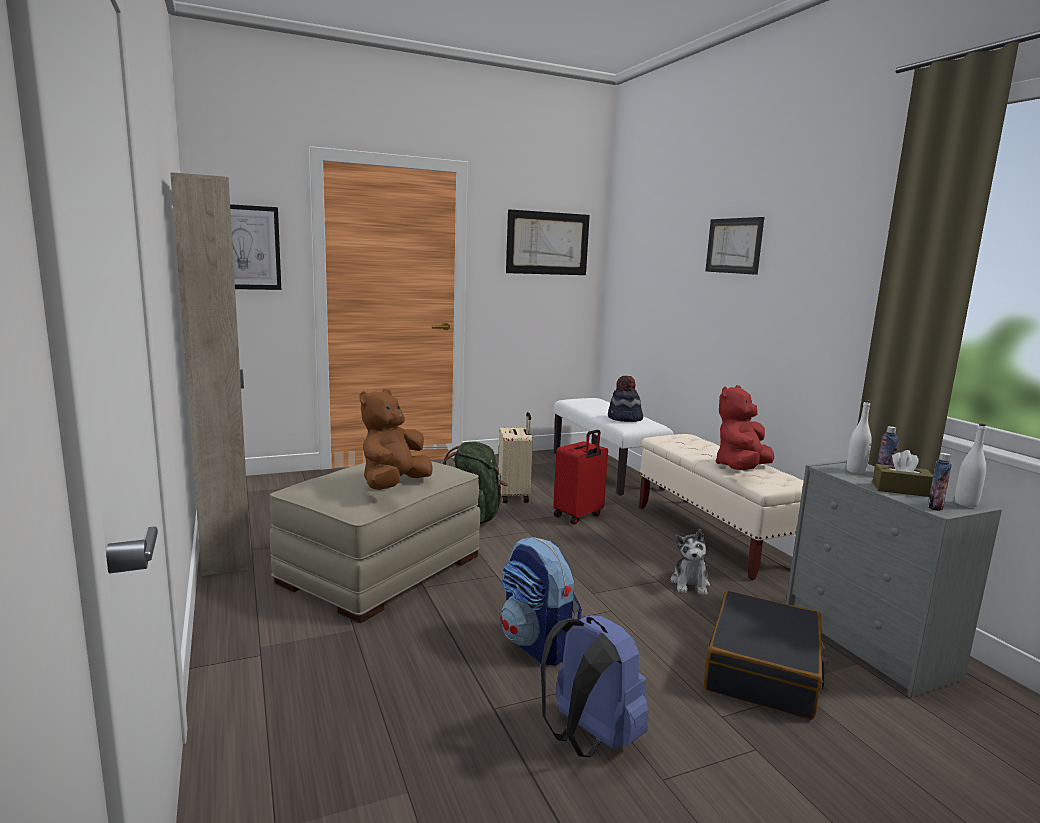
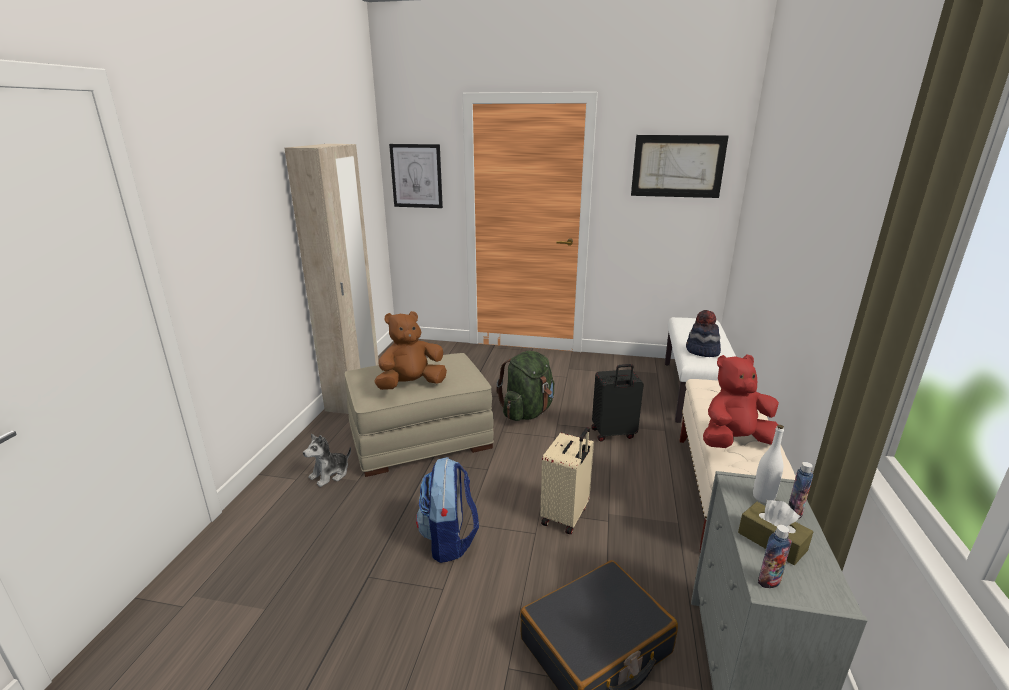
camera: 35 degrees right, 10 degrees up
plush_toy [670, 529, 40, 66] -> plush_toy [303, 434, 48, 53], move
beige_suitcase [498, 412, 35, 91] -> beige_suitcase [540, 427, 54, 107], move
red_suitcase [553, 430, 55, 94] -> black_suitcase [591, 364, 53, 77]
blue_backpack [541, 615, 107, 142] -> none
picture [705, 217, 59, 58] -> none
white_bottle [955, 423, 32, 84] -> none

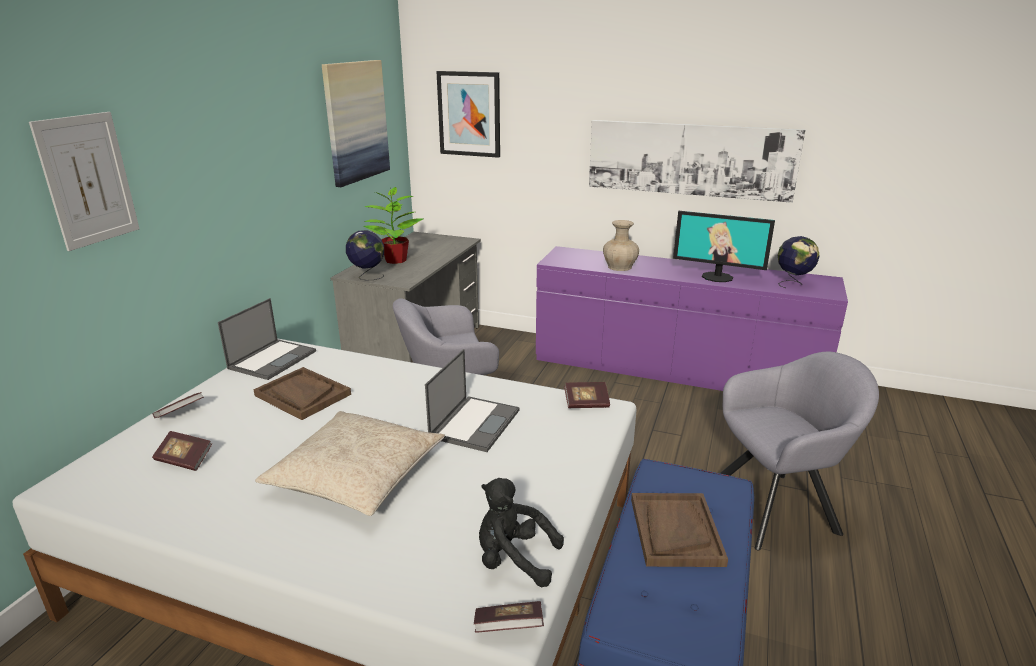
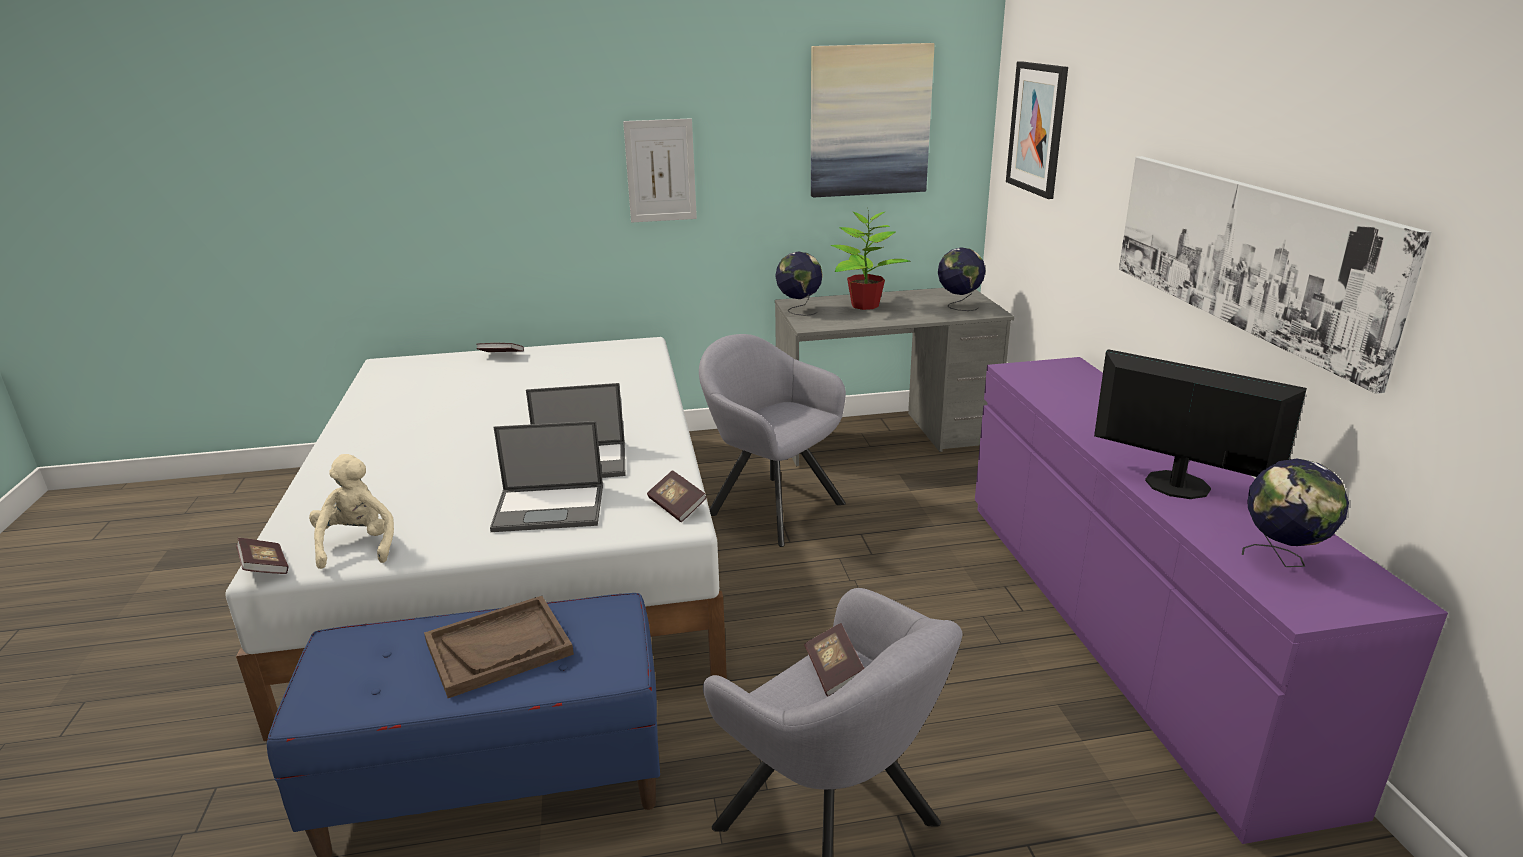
camera: 60 degrees right, 0 degrees up
black_plush_toy [479, 478, 85, 109] -> beige_plush_toy [309, 454, 85, 115]
laptop [218, 298, 98, 82] -> laptop [490, 421, 113, 111], move
picture [29, 112, 111, 139] -> picture [623, 118, 74, 105], move
book [152, 431, 60, 40] -> book [804, 623, 60, 74], move
none -> globe [938, 247, 48, 64]
monitor [673, 211, 102, 71] -> monitor [1094, 349, 213, 150], 135 degrees clockwise
brown_tray [253, 367, 98, 53] -> none
beige_pillow [255, 411, 190, 105] -> none
beige_vase [603, 220, 36, 51] -> none

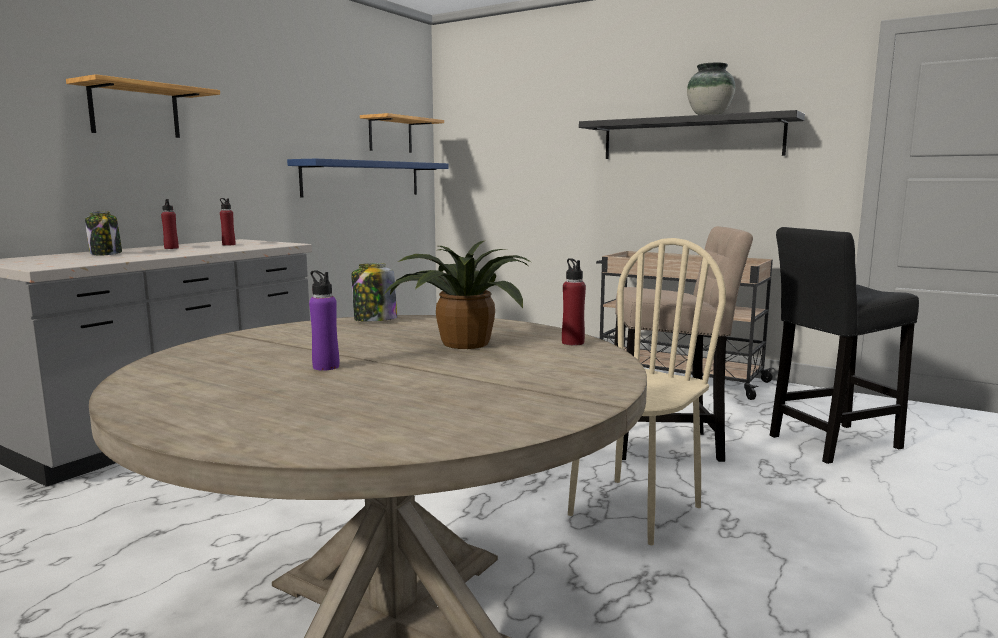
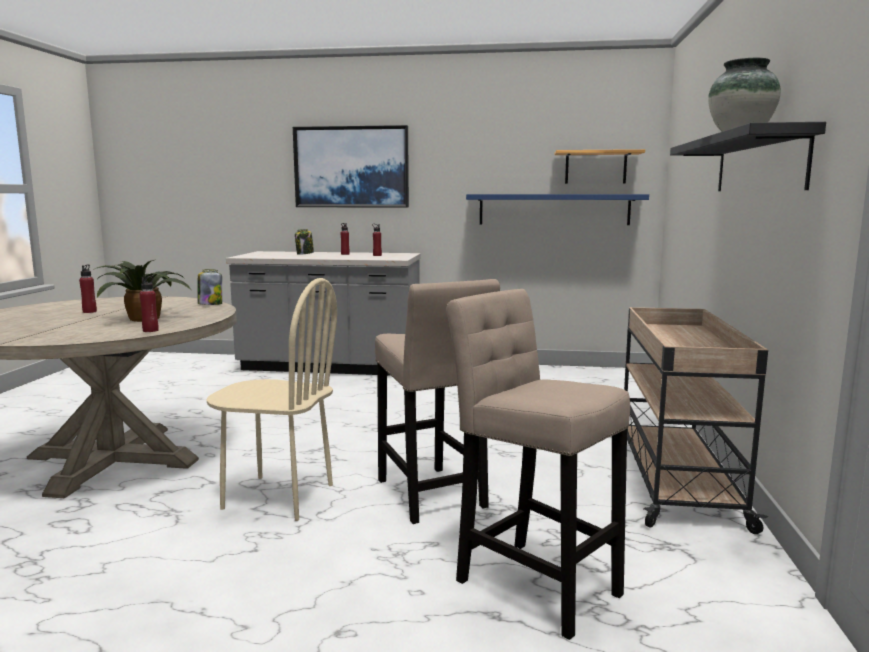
camera: 65 degrees right, 0 degrees up
purple_bottle [309, 270, 30, 101] -> red_bottle [79, 264, 18, 49]
shelf [66, 74, 154, 64] -> picture [293, 125, 116, 83]
black_stool [770, 227, 149, 237] -> beige_stool [446, 289, 184, 351]

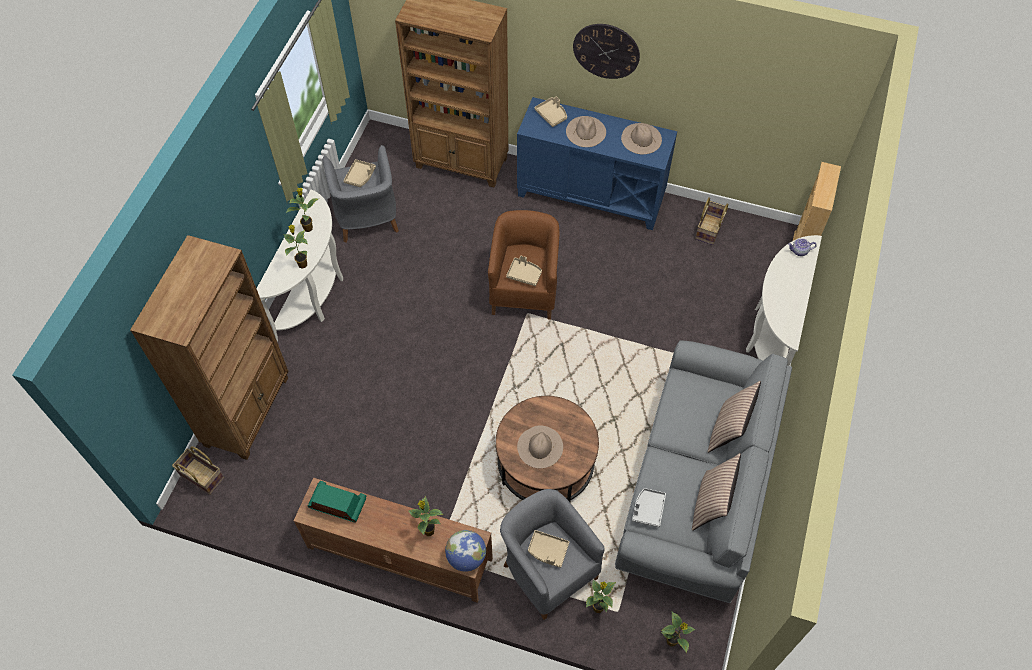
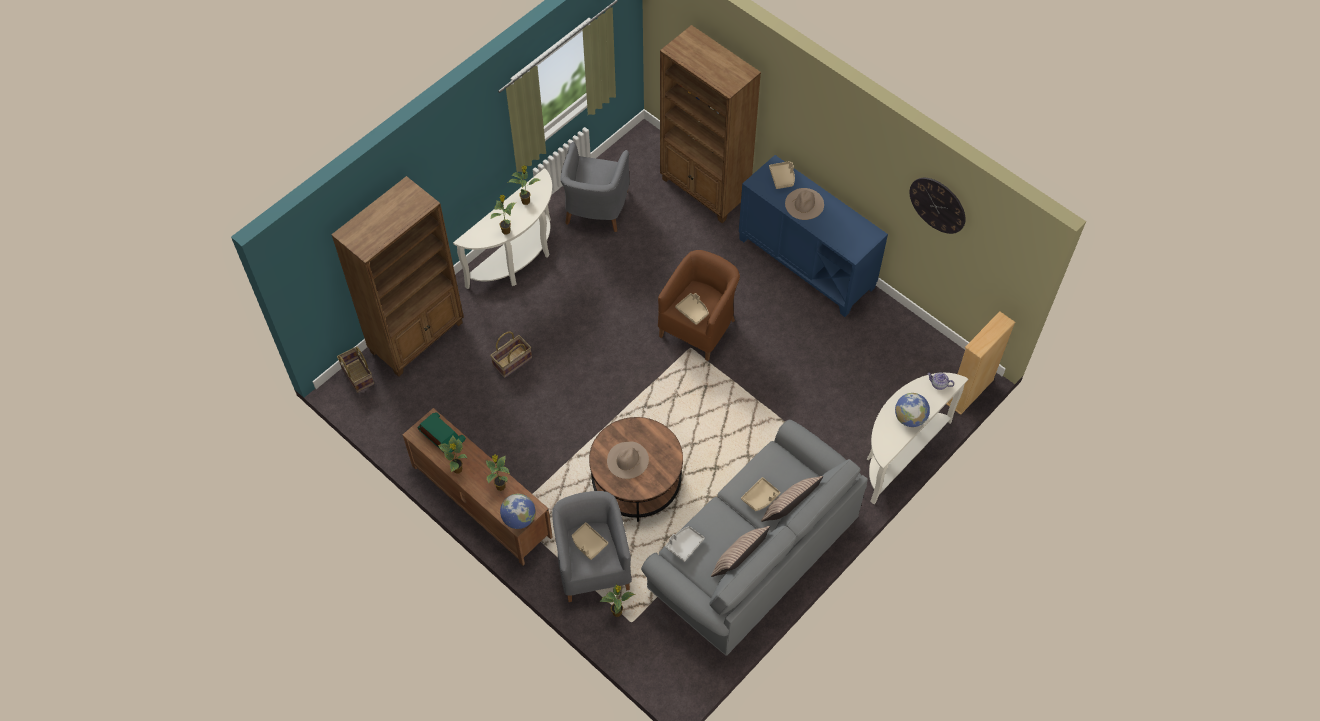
camera: 25 degrees right, 0 degrees up
potted_plant [661, 612, 35, 41] -> potted_plant [438, 436, 29, 38], move
basket [695, 197, 33, 48] -> basket [490, 332, 42, 46], move
beige_tray [344, 159, 32, 28] -> beige_tray [741, 477, 39, 34], move
none -> globe [895, 393, 35, 34]
wall_clock [573, 24, 67, 55] -> wall_clock [909, 178, 57, 56], move
beige_hat [621, 123, 41, 31] -> none

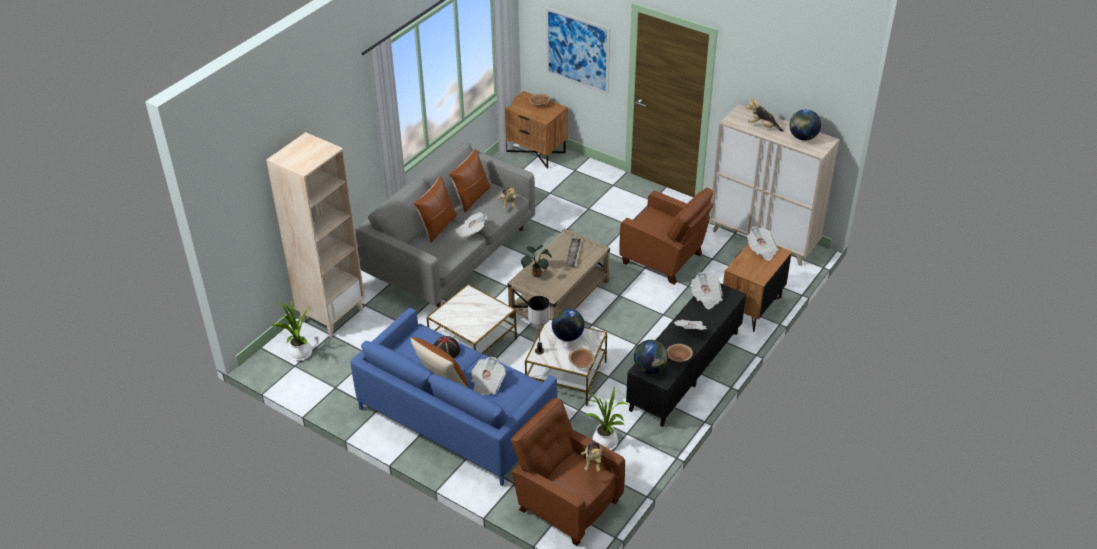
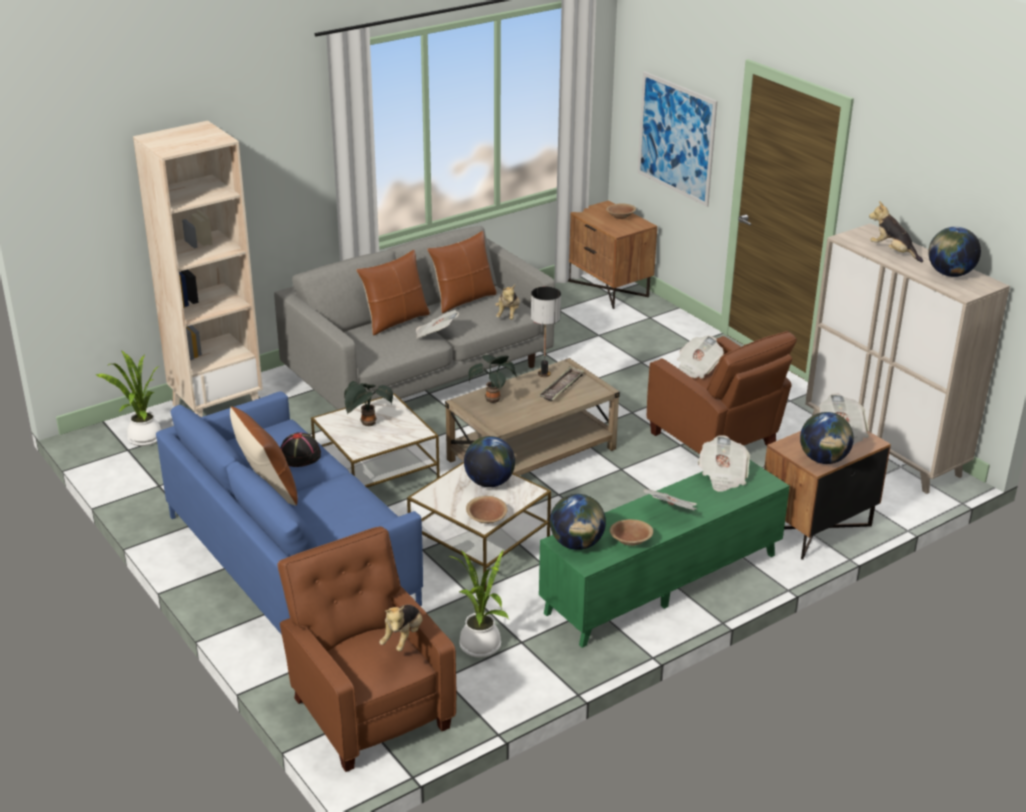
camera: 20 degrees right, 10 degrees down
none -> potted_plant [344, 381, 49, 45]
table_lamp [528, 296, 22, 59] -> table_lamp [531, 286, 30, 91], move
black_tv_stand [626, 283, 120, 144] -> green_tv_stand [539, 459, 251, 189]
newspaper [471, 357, 34, 38] -> newspaper [677, 336, 47, 43], move
none -> globe [800, 412, 54, 52]

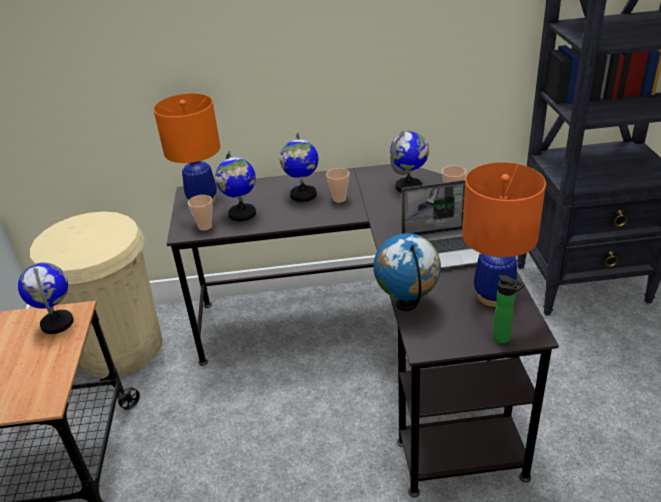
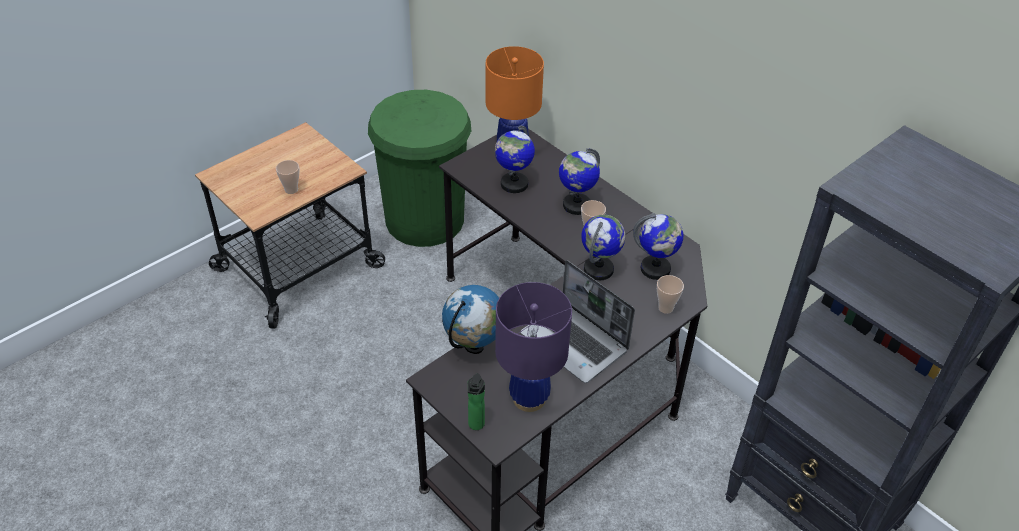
camera: 50 degrees right, 10 degrees up
cup [188, 195, 24, 36] -> cup [276, 160, 24, 34], move
beige_trash_can [30, 211, 133, 167] -> green_trash_can [368, 90, 103, 157]
orange_table_lamp [462, 162, 84, 145] -> purple_table_lamp [495, 282, 77, 130]
globe [18, 262, 56, 72] -> globe [582, 215, 43, 65], move

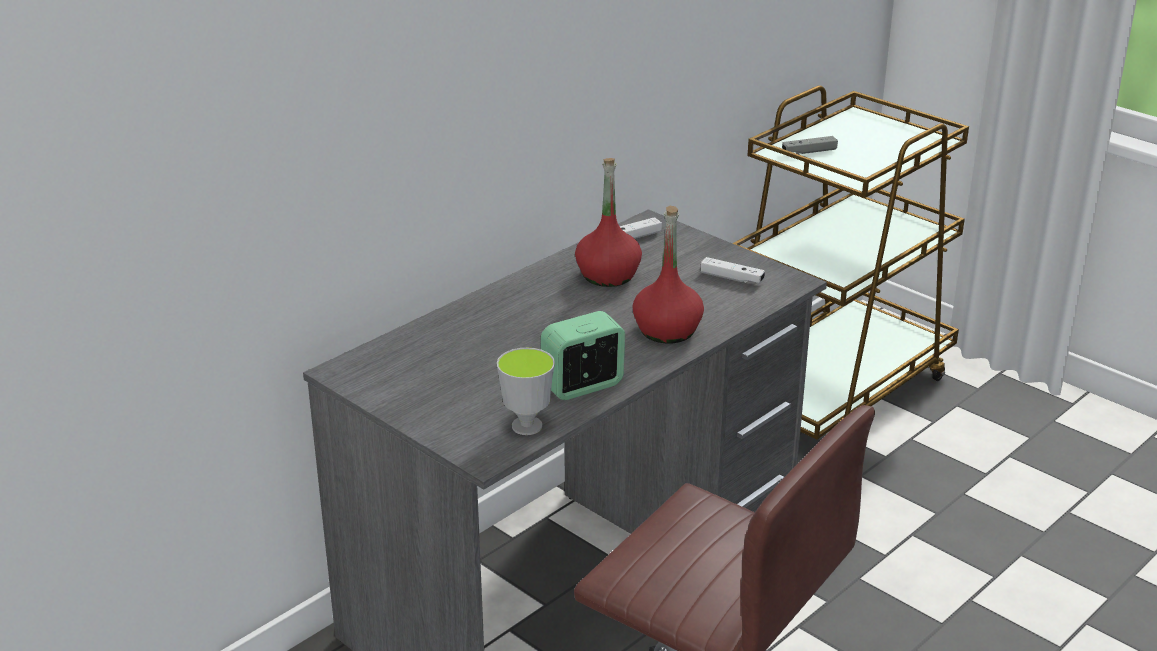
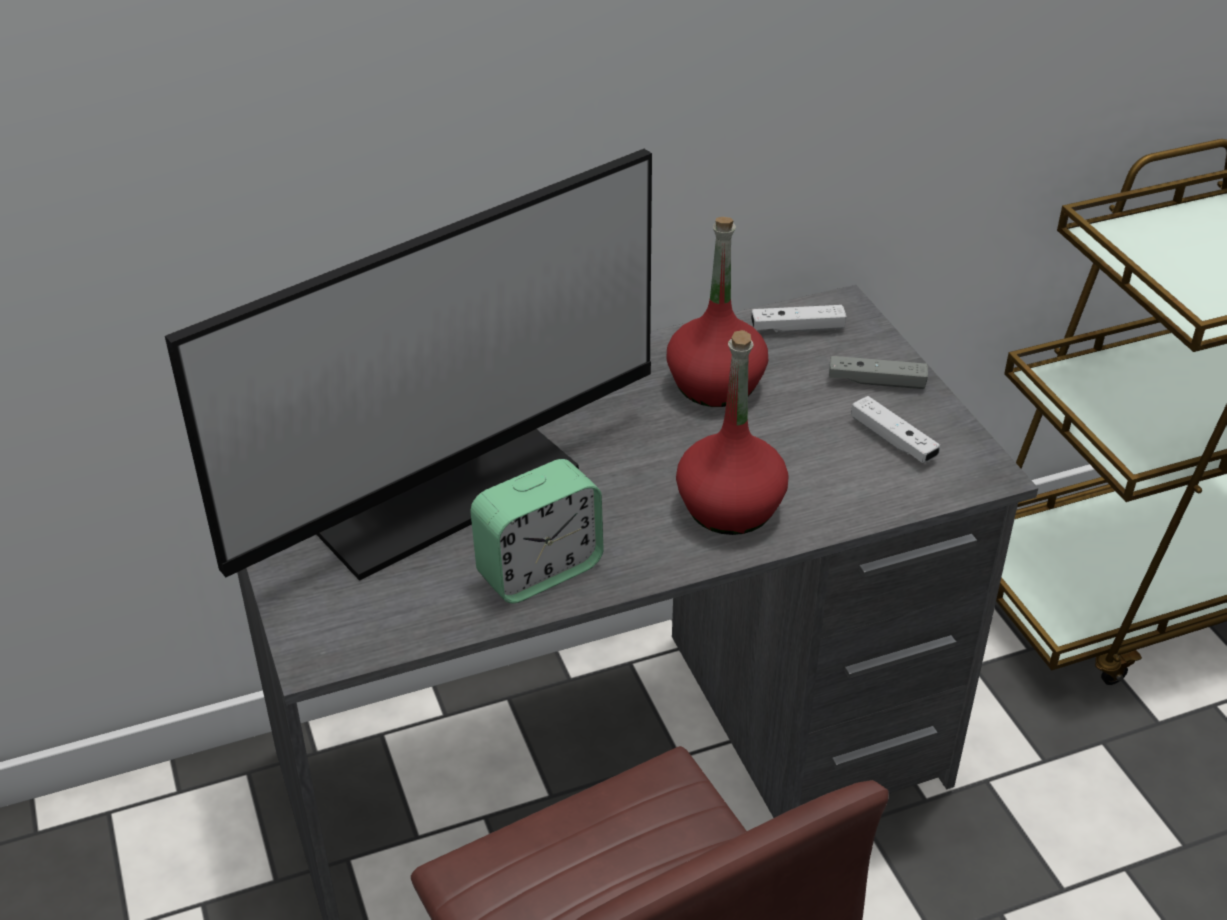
camera: 25 degrees right, 10 degrees up
none -> monitor [165, 149, 487, 432]
alarm_clock [541, 311, 84, 89] -> alarm_clock [470, 459, 134, 144], 150 degrees clockwise
grey_game_controller [782, 136, 56, 18] -> grey_game_controller [829, 356, 99, 33], move
cup [497, 348, 58, 87] -> none

